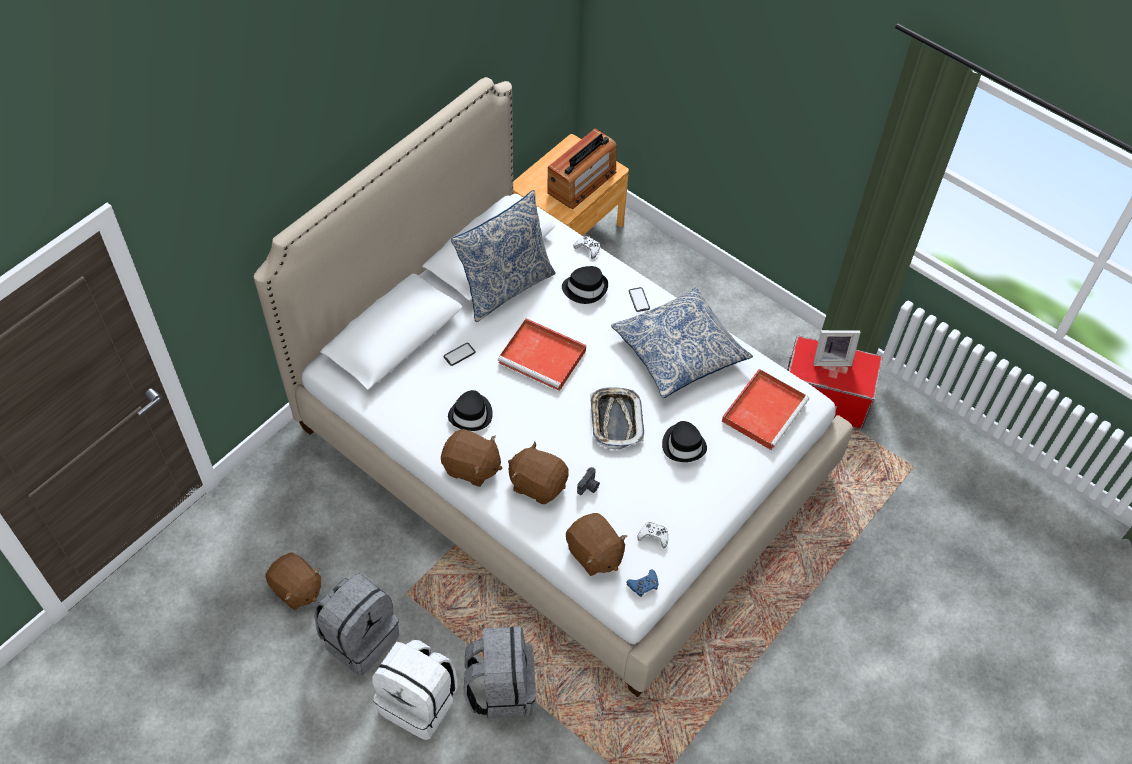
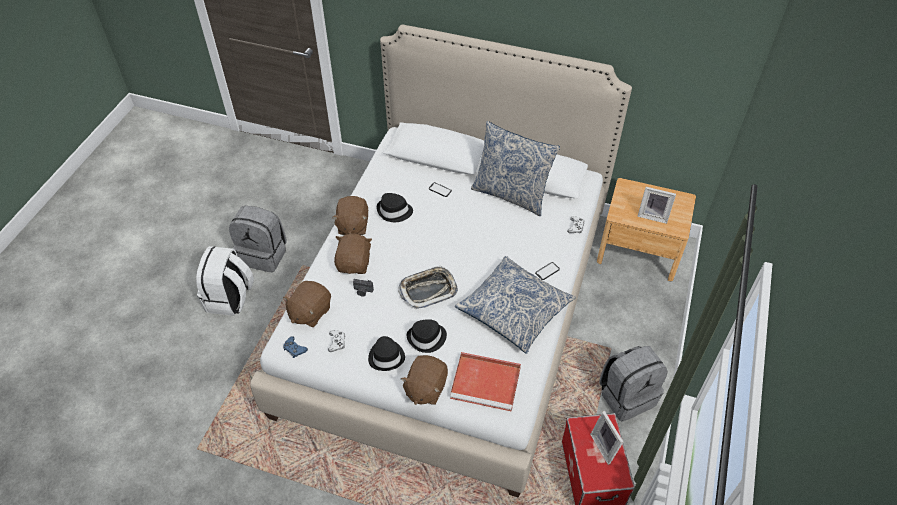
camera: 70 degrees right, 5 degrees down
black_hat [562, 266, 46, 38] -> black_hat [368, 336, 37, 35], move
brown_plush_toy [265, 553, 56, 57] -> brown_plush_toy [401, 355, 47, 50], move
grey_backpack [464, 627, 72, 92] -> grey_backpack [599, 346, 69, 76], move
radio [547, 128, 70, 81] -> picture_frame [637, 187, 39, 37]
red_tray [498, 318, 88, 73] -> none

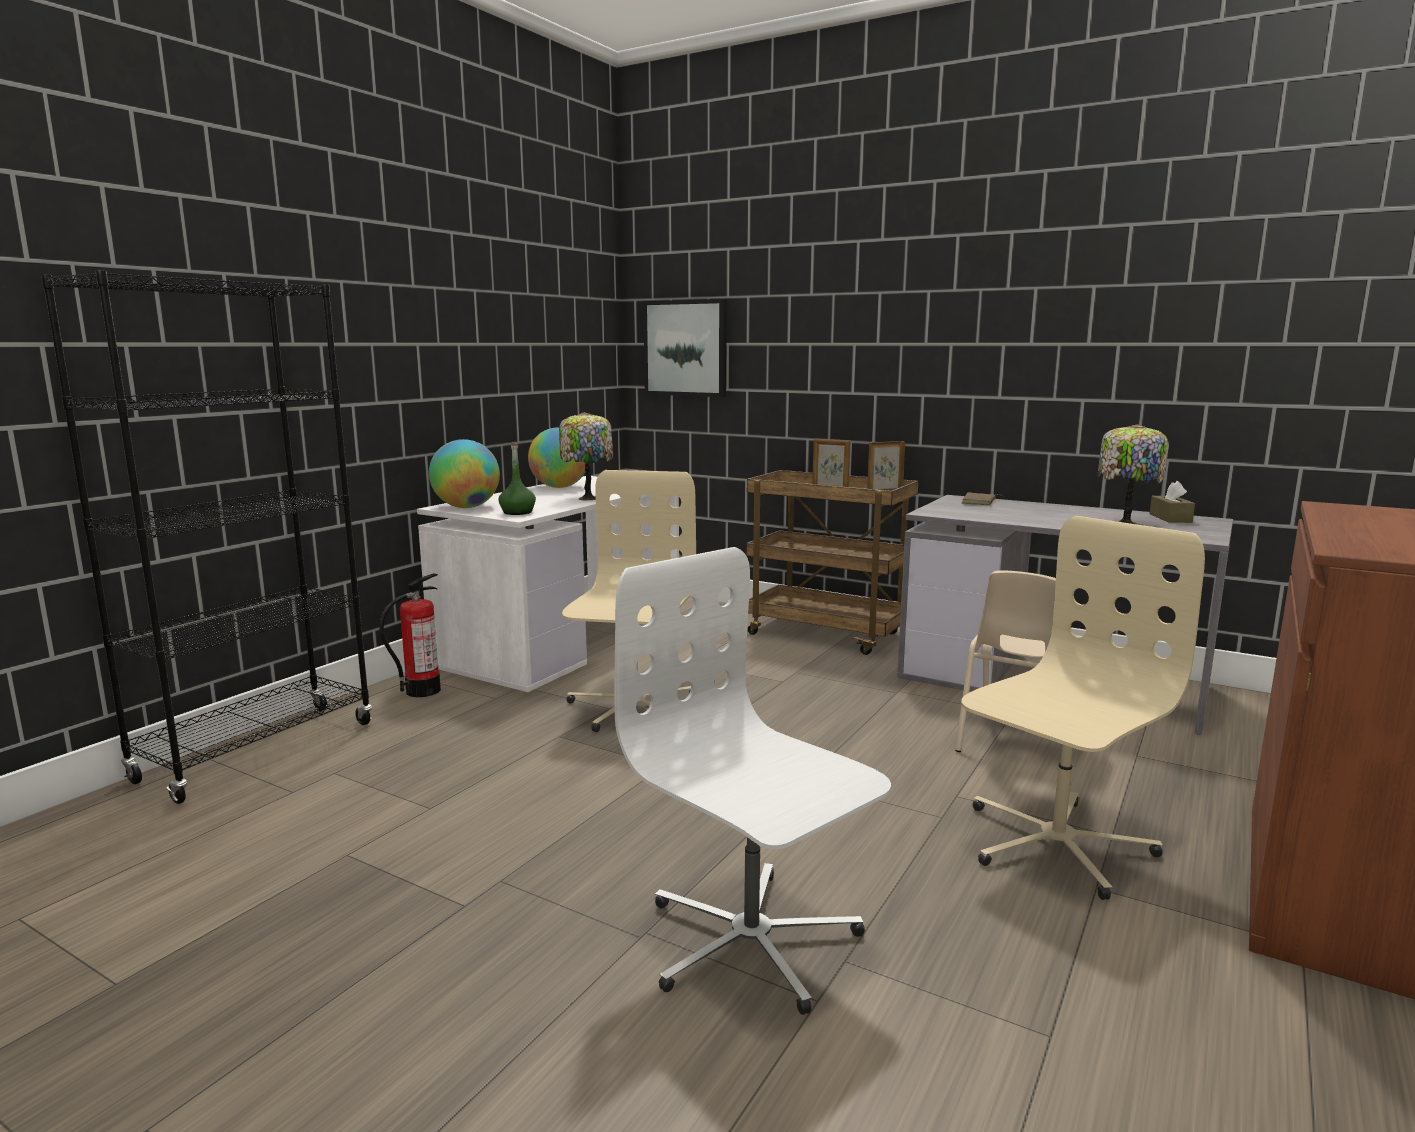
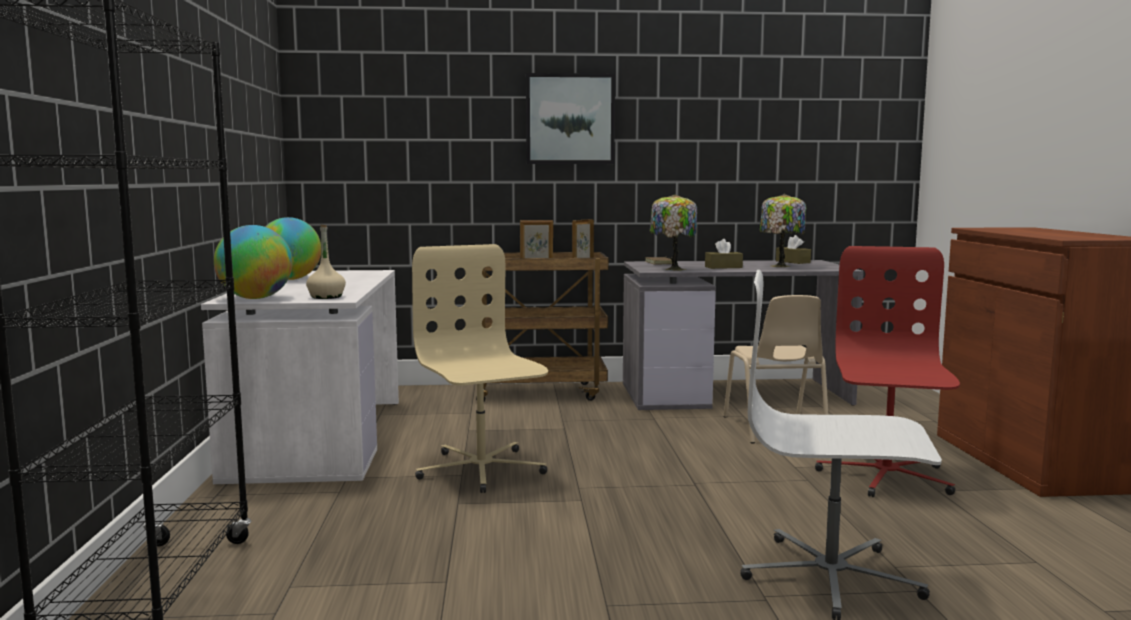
camera: 35 degrees left, 5 degrees down
green_bottle [498, 443, 38, 72] -> beige_bottle [306, 225, 40, 74]
picture [643, 299, 83, 98] -> picture [526, 73, 89, 91], move
table_lamp [559, 412, 54, 88] -> table_lamp [650, 195, 47, 76], move
none -> brown_tissue_box [705, 239, 38, 30]
beige_office_chair [962, 516, 243, 384] -> red_office_chair [815, 246, 145, 251]
fire_extinguisher [379, 573, 62, 124] -> none

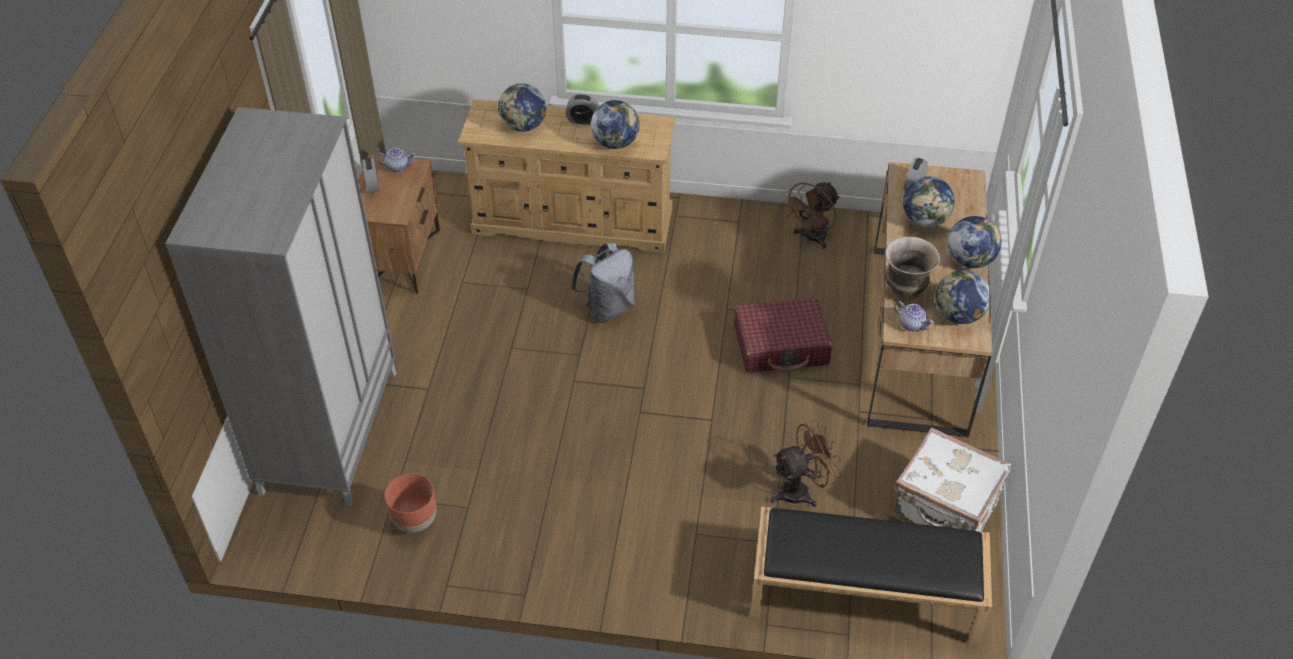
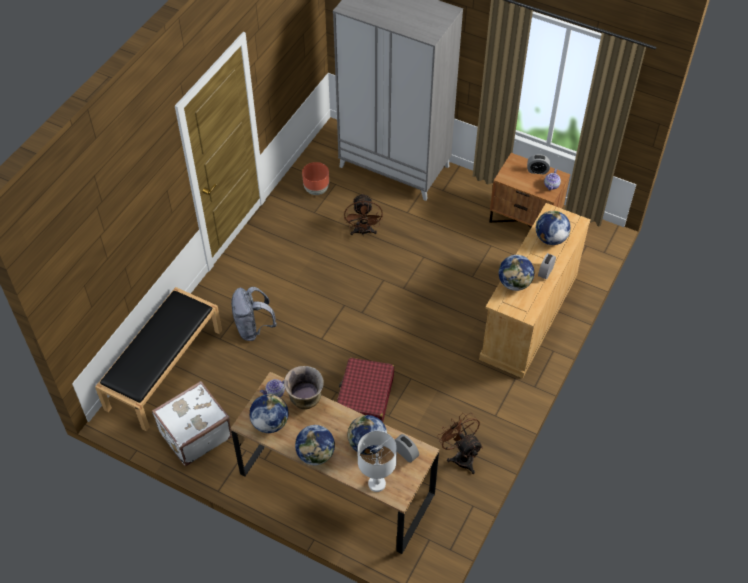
camera: 110 degrees right, 5 degrees up
grey_backpack [571, 243, 63, 80] -> grey_backpack [231, 287, 45, 54], move
brown_fan [771, 420, 70, 87] -> brown_fan [344, 193, 39, 43], move
none -> white_table_lamp [357, 431, 40, 61]

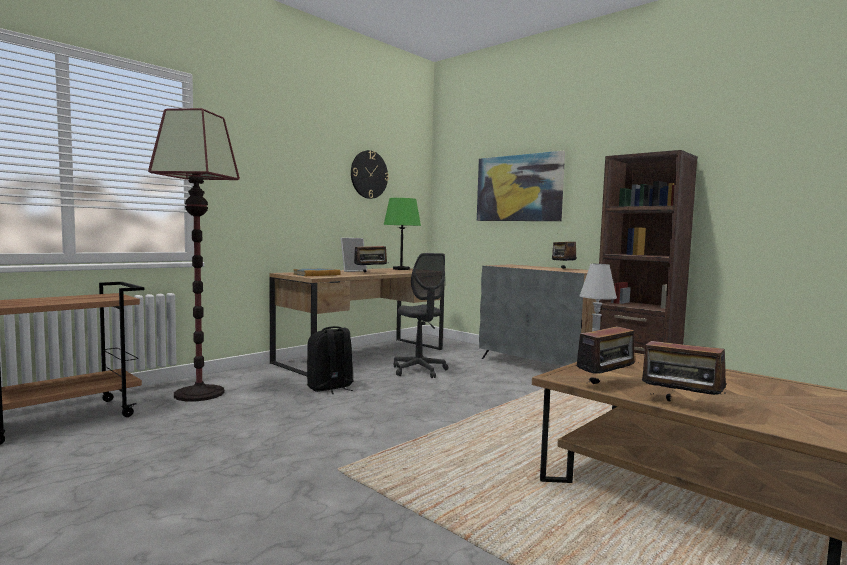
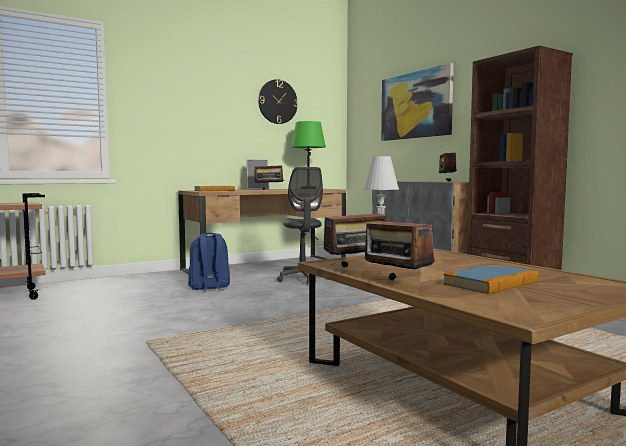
camera: 15 degrees right, 0 degrees up
black_backpack [307, 326, 47, 68] -> blue_backpack [188, 233, 42, 59]
none -> book [443, 265, 95, 29]
floor_lamp [148, 108, 92, 293] -> none

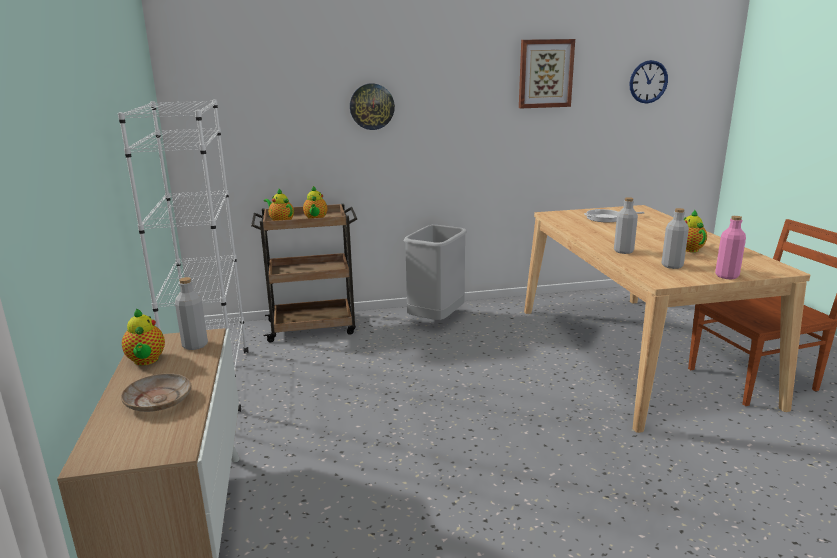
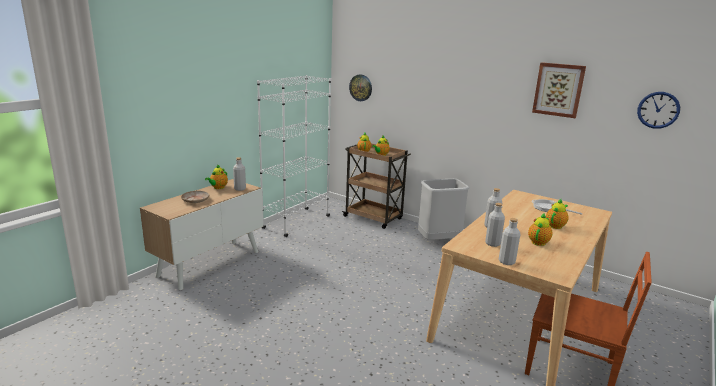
camera: 45 degrees right, 0 degrees up
wall_clock [350, 83, 45, 47] -> wall_clock [349, 74, 23, 27], move
pink_bottle [715, 216, 31, 63] -> grey_bottle [499, 218, 22, 47]
none -> teapot [546, 199, 23, 30]

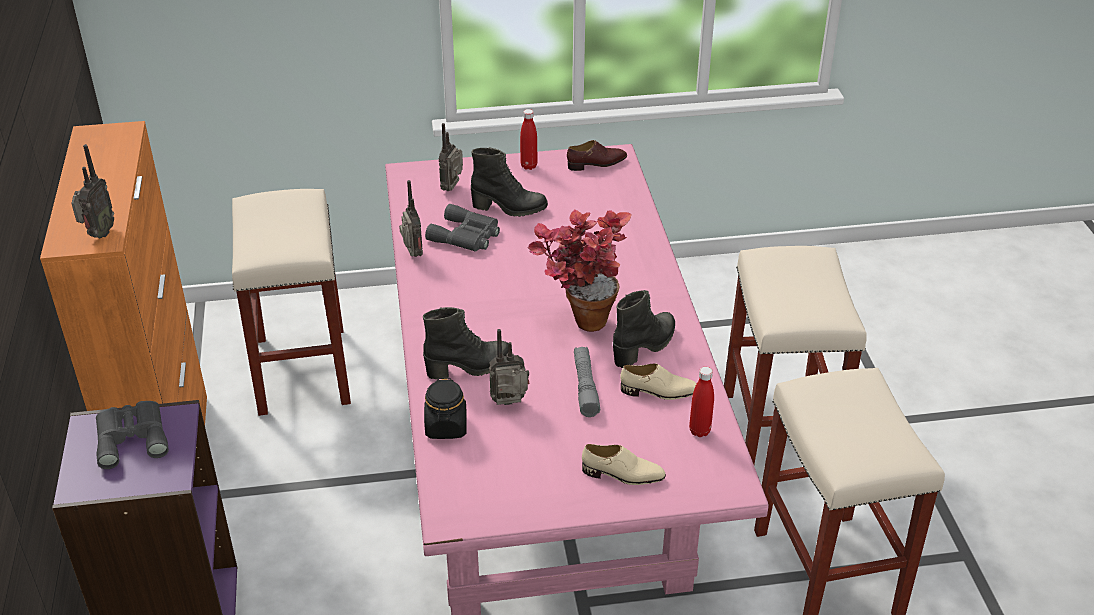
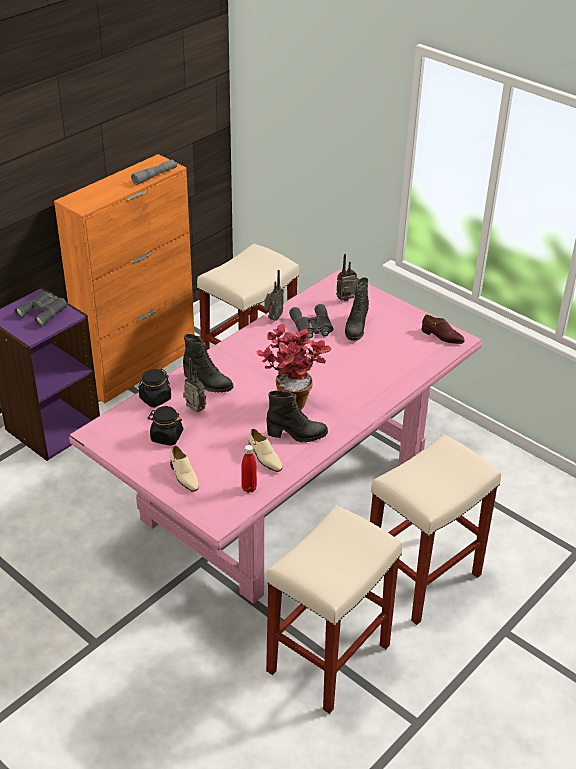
camera: 50 degrees right, 0 degrees up
grey_flashlight [574, 347, 26, 70] -> grey_flashlight [131, 160, 46, 25], move
none -> black_jar [148, 406, 36, 40]
black_boot [471, 147, 77, 70] -> black_boot [345, 277, 24, 64], 45 degrees clockwise
radio [71, 144, 43, 95] -> none
red_bottle [520, 109, 17, 61] -> none

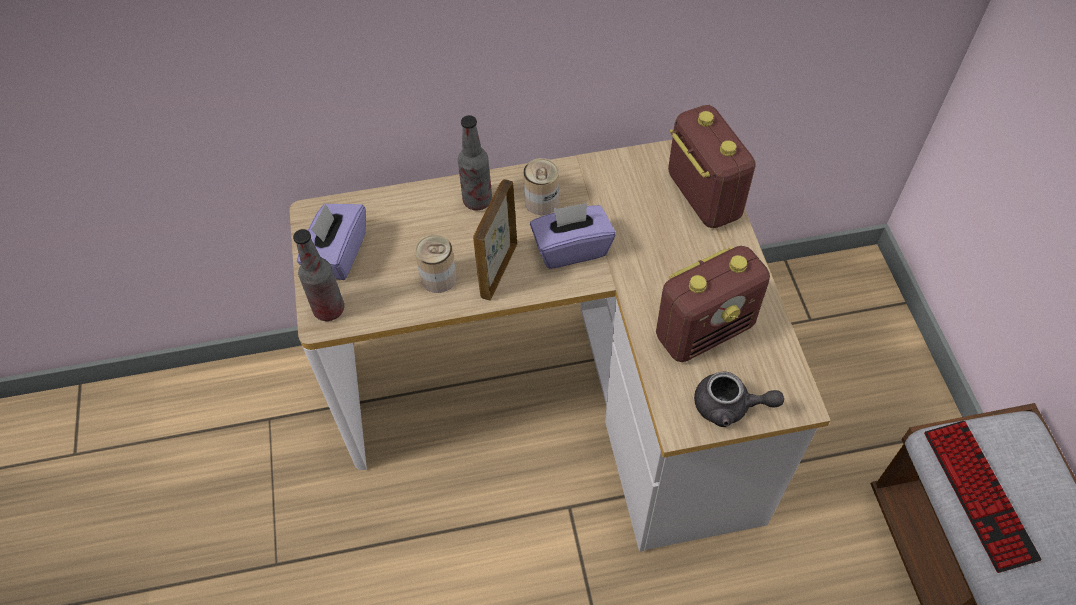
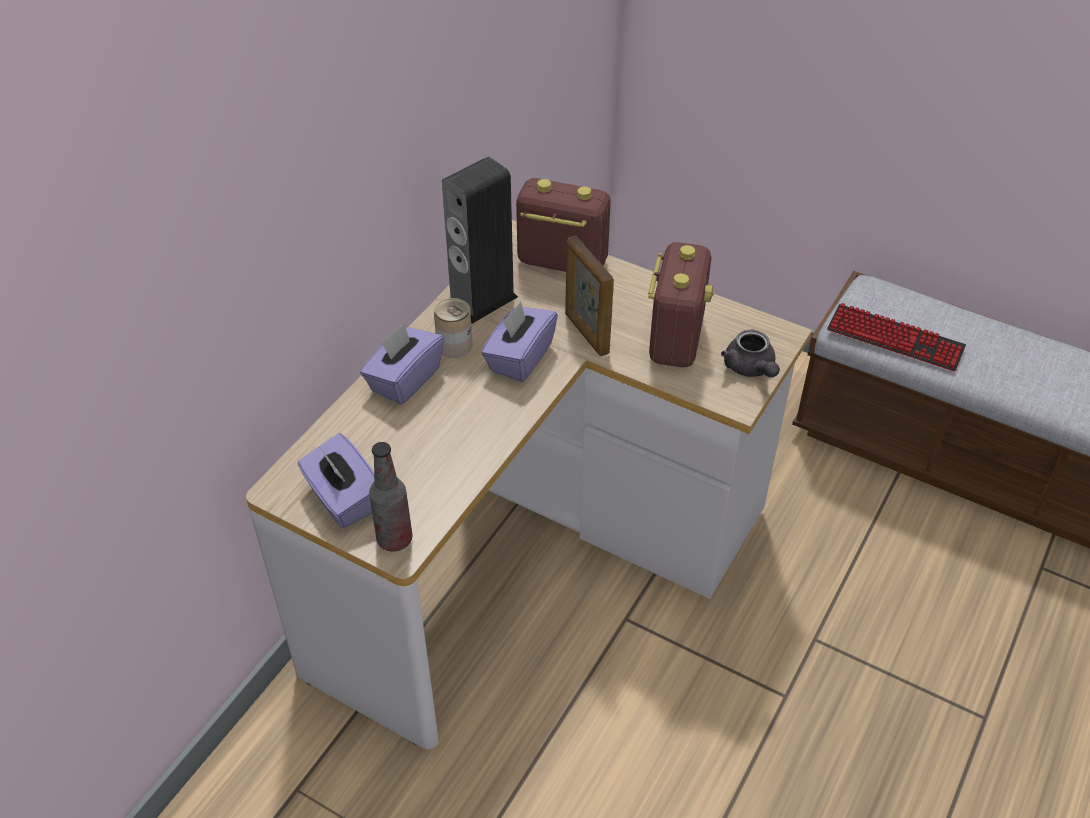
camera: 50 degrees left, 10 degrees down
bottle [458, 115, 34, 95] -> purple_tissue_box [360, 323, 84, 82]
none -> speaker [442, 157, 76, 167]
picture_frame [473, 179, 44, 122] -> picture_frame [565, 236, 49, 120], move
grey_teapot [694, 372, 90, 55] -> grey_teapot [721, 330, 59, 47], 105 degrees clockwise
can [415, 235, 42, 58] -> none

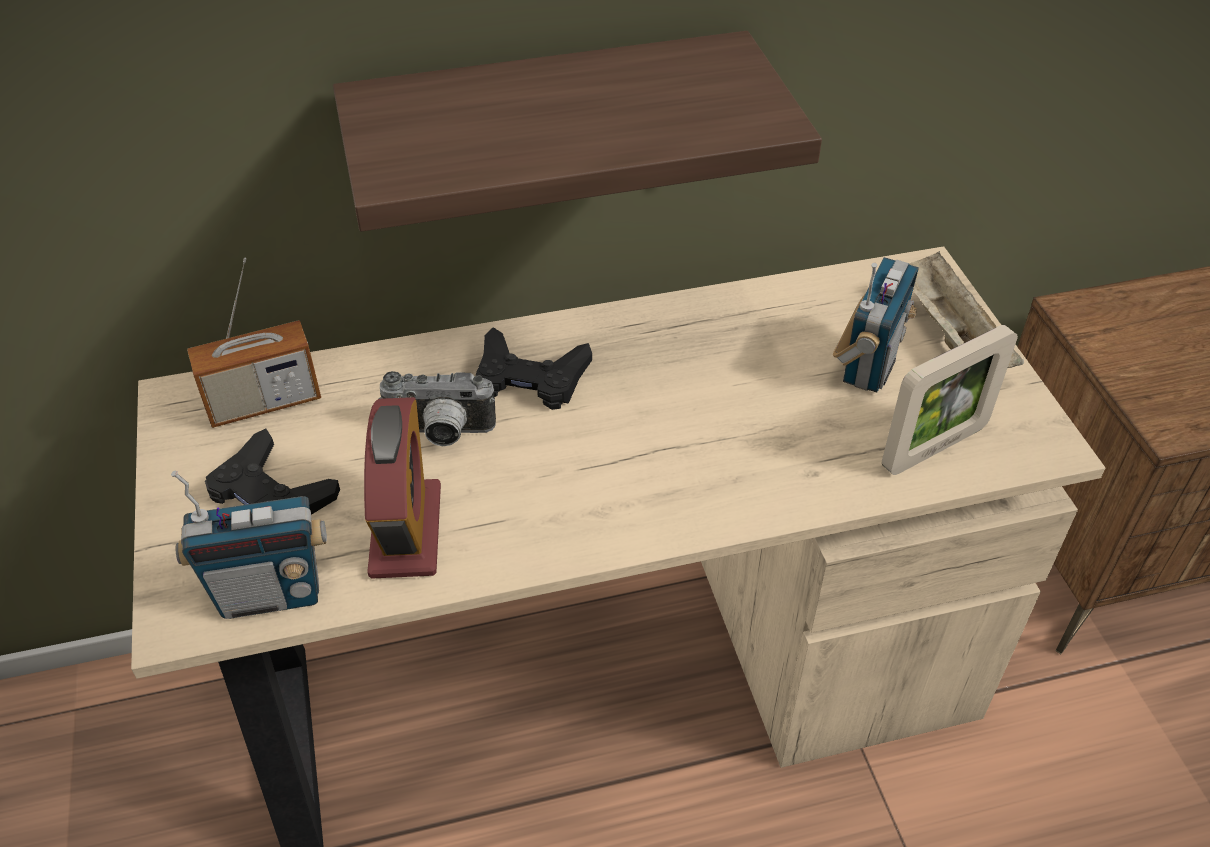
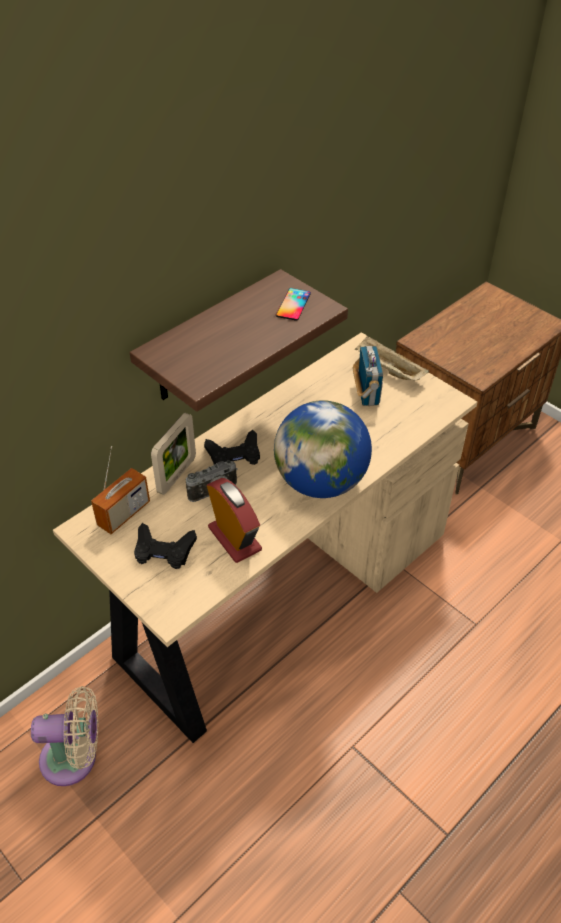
camera: 30 degrees left, 0 degrees up
none -> beige_fan [31, 686, 67, 100]
picture_frame [882, 325, 136, 150] -> picture_frame [151, 413, 45, 82], move
none -> globe [274, 400, 98, 98]
none -> phone [276, 288, 35, 33]
radio [171, 470, 156, 149] -> none

